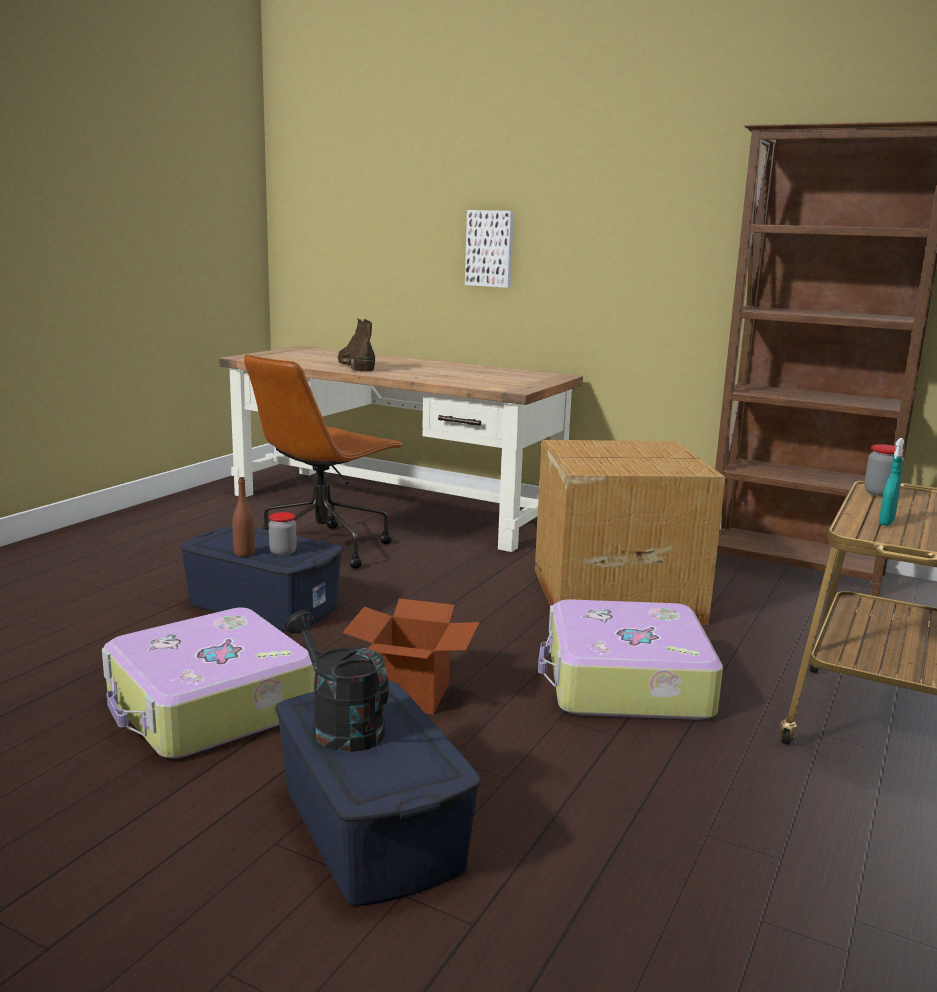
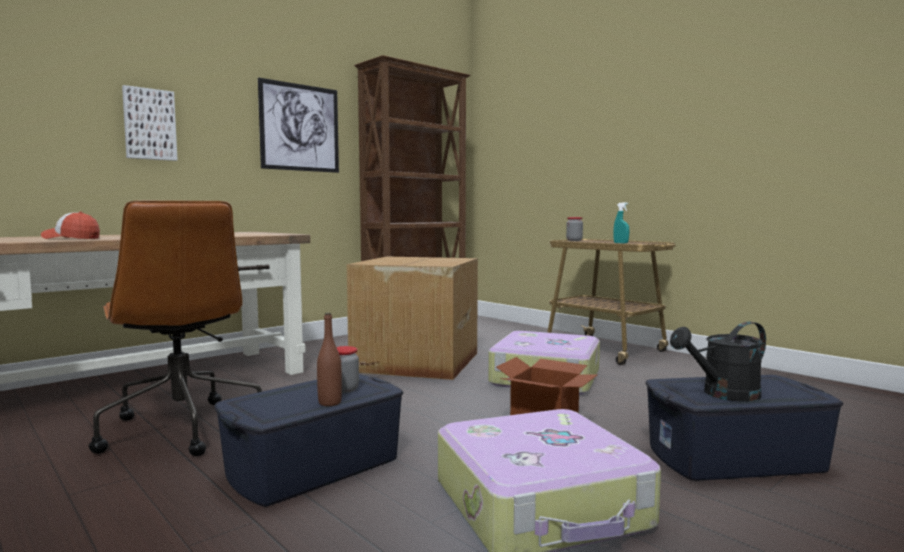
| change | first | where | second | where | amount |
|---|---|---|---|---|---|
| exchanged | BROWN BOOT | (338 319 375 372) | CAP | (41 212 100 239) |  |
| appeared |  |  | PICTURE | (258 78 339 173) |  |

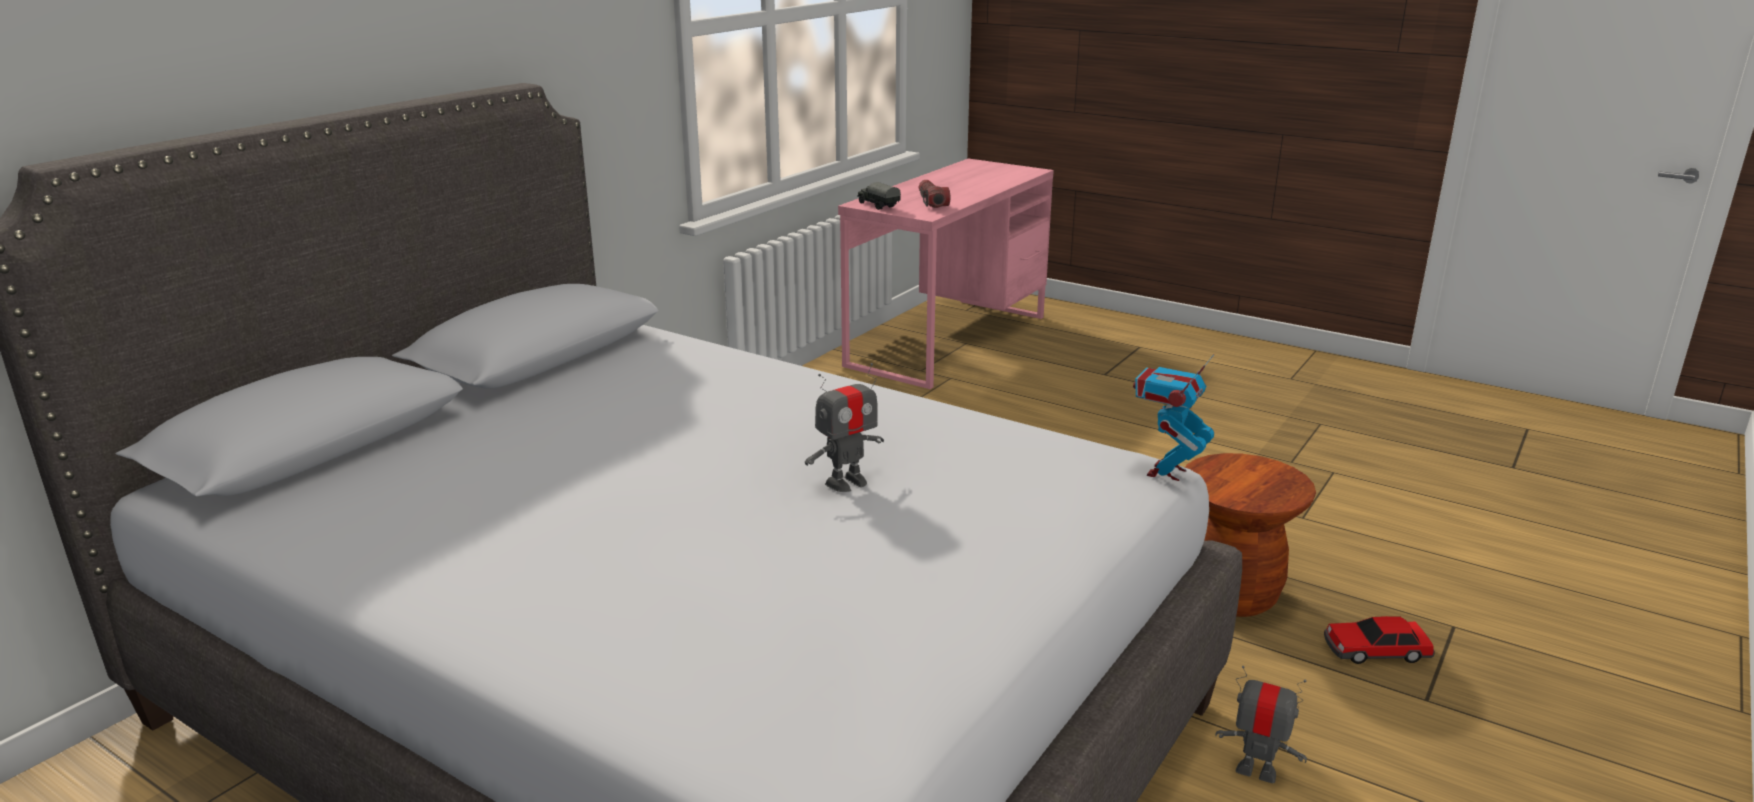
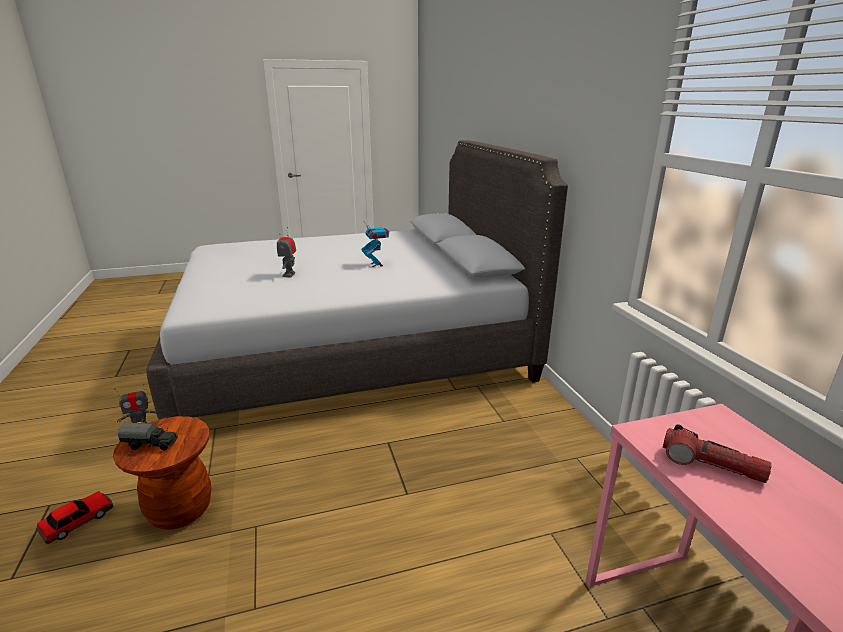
| change | first | where | second | where | amount |
|---|---|---|---|---|---|
| relocated | TOY TRUCK | (857 182 901 210) |  | (118 422 178 451) |  |
| relocated | TOY ROBOT | (1133 354 1214 481) |  | (361 222 389 267) |  |

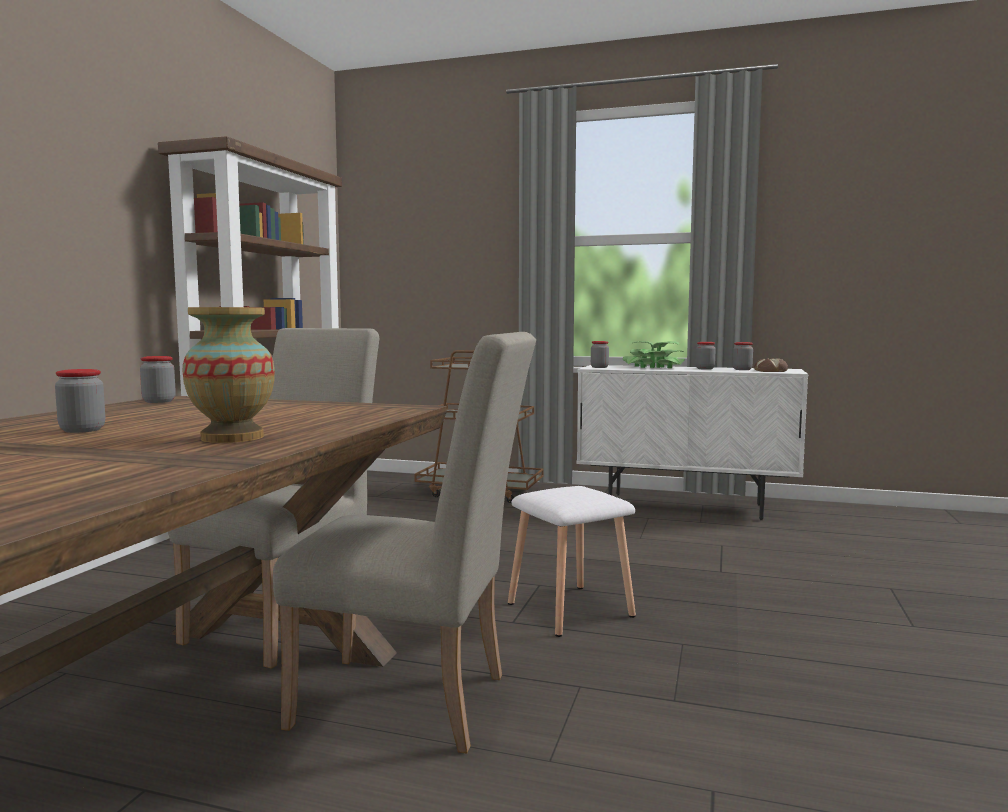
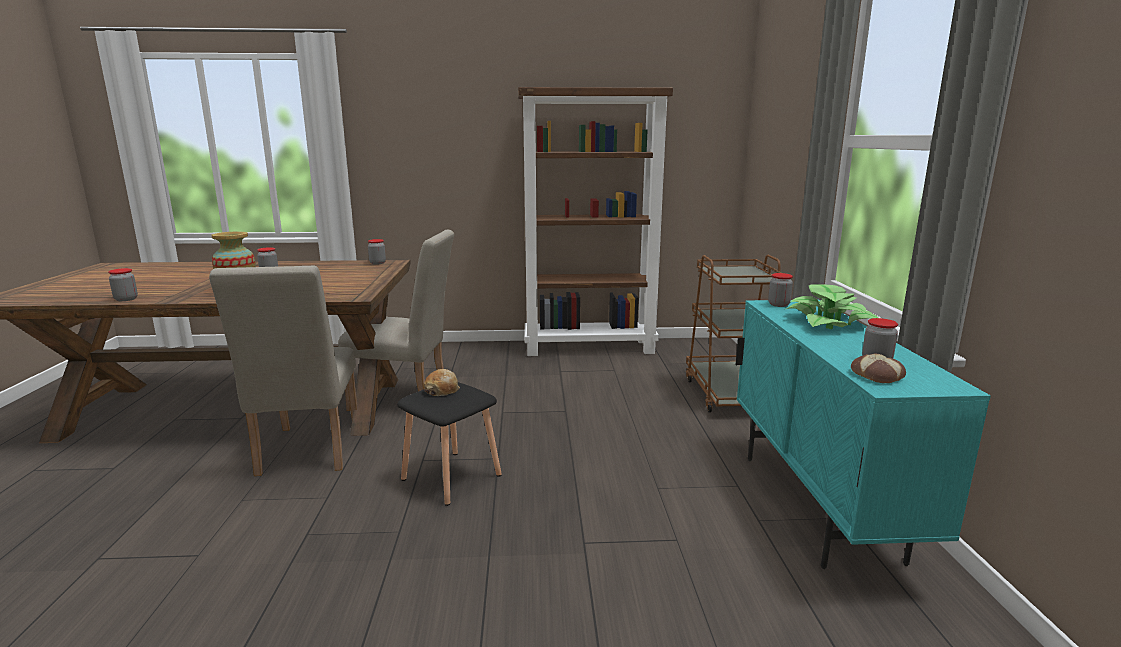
| change | first | where | second | where | amount |
|---|---|---|---|---|---|
| relocated | JAR | (696 342 716 370) |  | (108 268 138 301) |  |
| colour | WHITE CABINET | (576 365 808 520) | TURQUOISE CABINET | (736 300 991 569) |  |
| colour | WHITE STOOL | (508 486 636 637) | BLACK STOOL | (397 382 502 506) |  |
| appeared |  |  | BREAD | (424 369 460 396) |  |

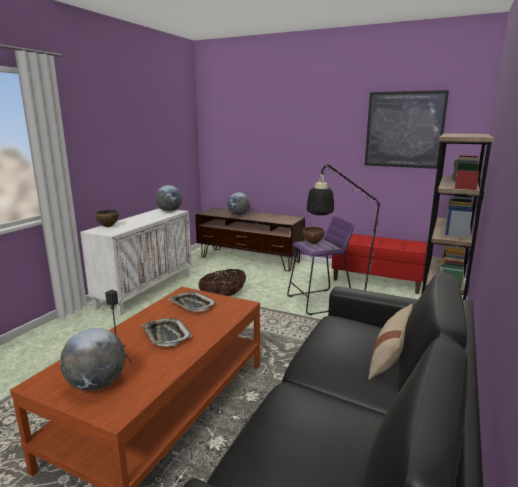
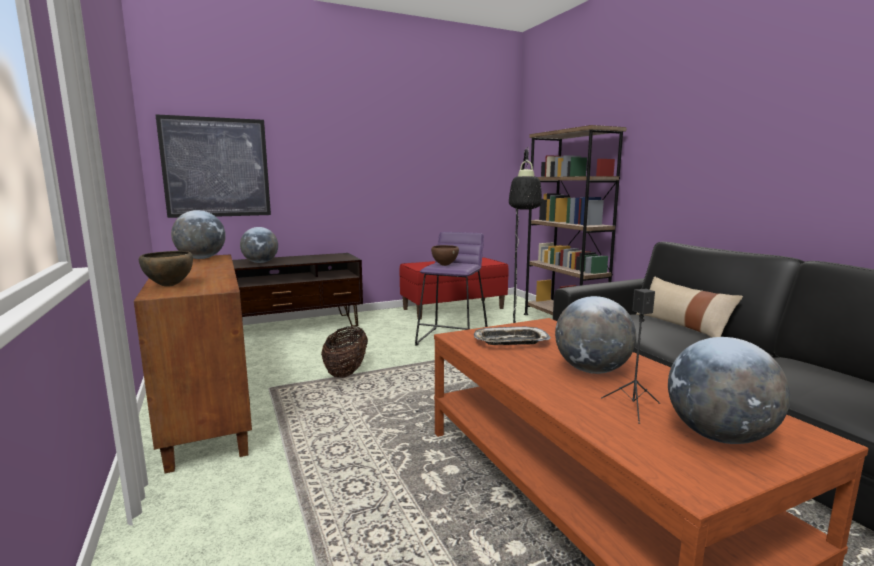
| change | first | where | second | where | amount |
|---|---|---|---|---|---|
| relocated | PICTURE | (365 90 449 169) |  | (155 114 271 218) |  |
| colour | WHITE CABINET | (80 208 192 316) | BROWN CABINET | (134 254 252 473) |  |
| exchanged | TRAY | (142 318 192 347) | GLOBE | (555 296 636 374) |  |

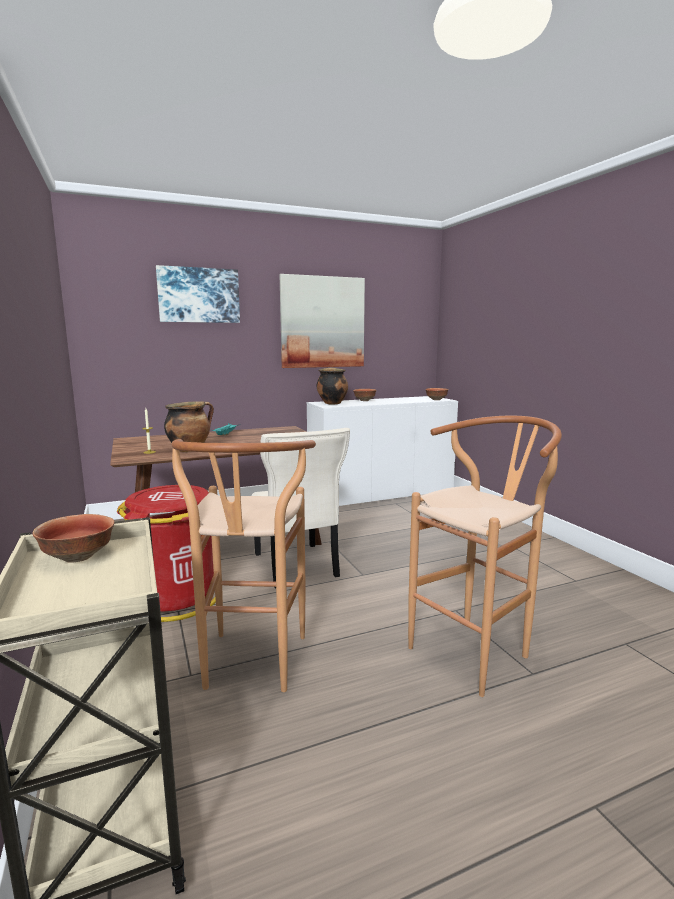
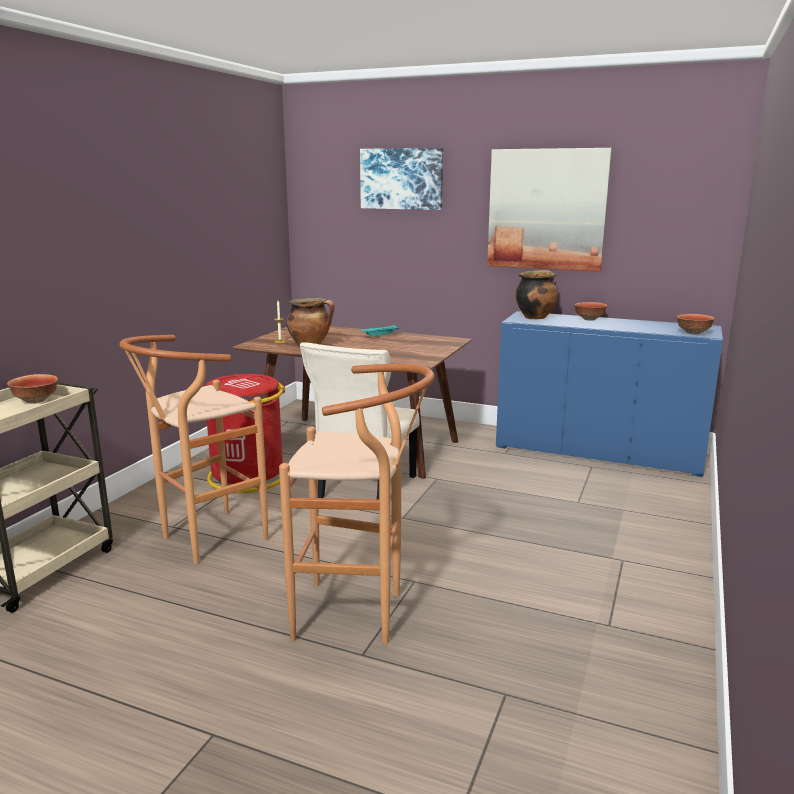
| change | first | where | second | where | amount |
|---|---|---|---|---|---|
| colour | WHITE CABINET | (307 396 458 506) | BLUE CABINET | (496 311 723 477) |  |

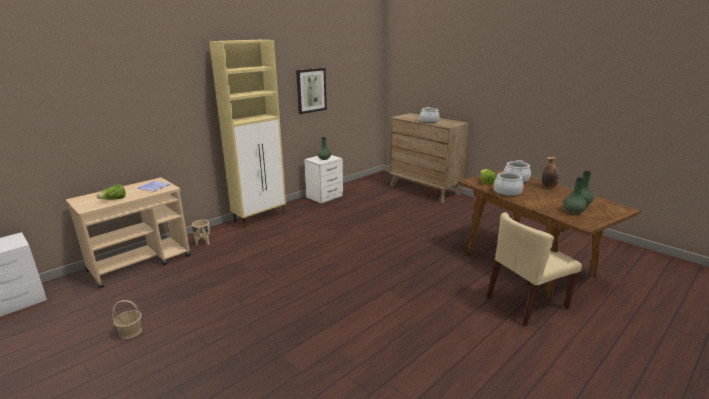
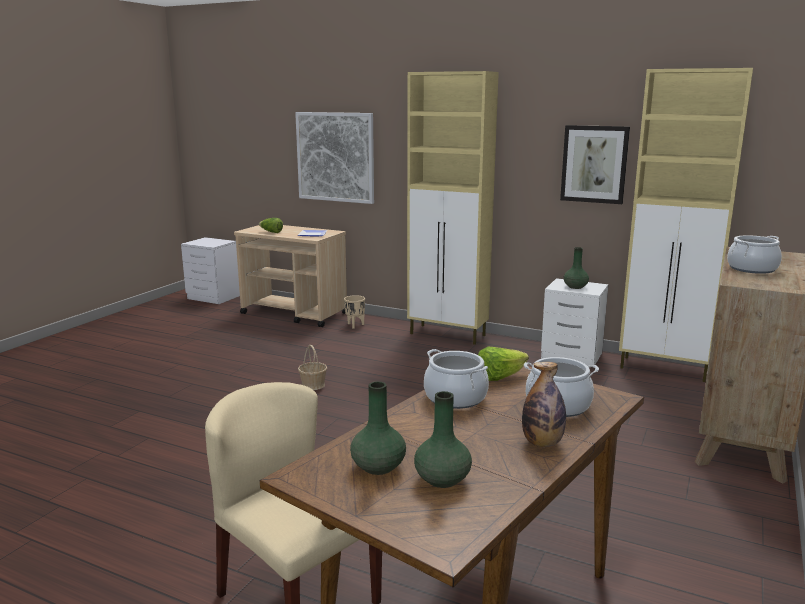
| change | first | where | second | where | amount |
|---|---|---|---|---|---|
| relocated | BASKET | (112 300 142 339) |  | (298 345 327 390) |  |
| appeared |  |  | BEIGE CABINET | (619 68 753 382) |  |
| appeared |  |  | PICTURE | (295 112 374 204) |  |

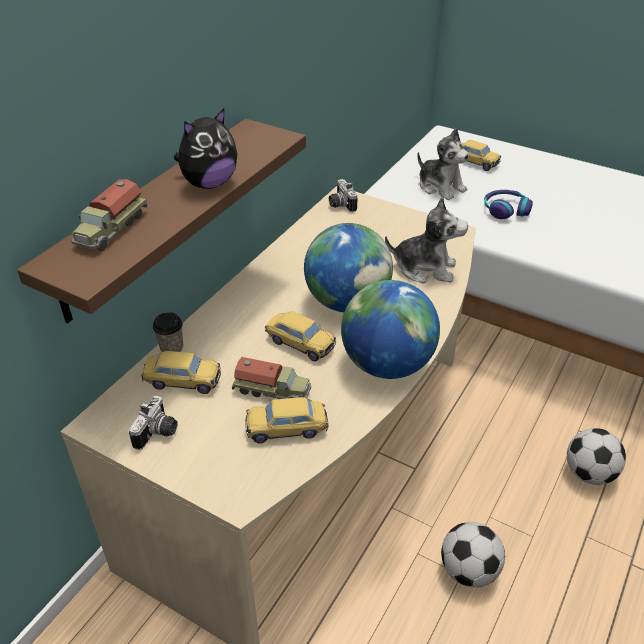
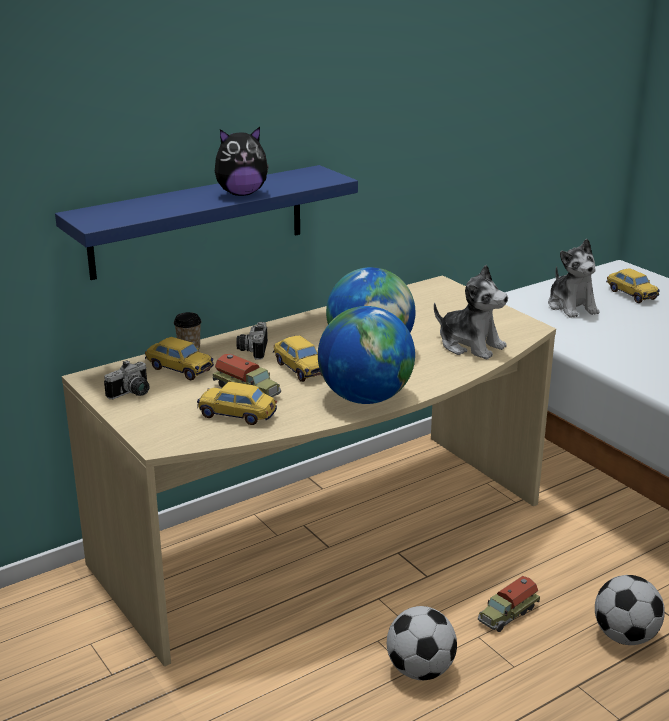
| change | first | where | second | where | amount |
|---|---|---|---|---|---|
| colour | BROWN SHELF | (17 119 306 323) | BLUE SHELF | (55 165 358 280) |  |
| relocated | TOY TRUCK | (71 179 147 251) |  | (478 576 540 632) |  |
| relocated | PHOTO CAMERA | (329 179 357 212) |  | (236 322 268 360) |  |
| missing | HEADPHONES | (484 190 533 219) |  |  |  |

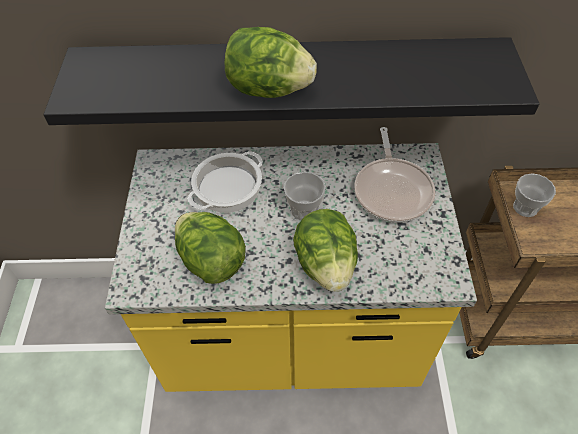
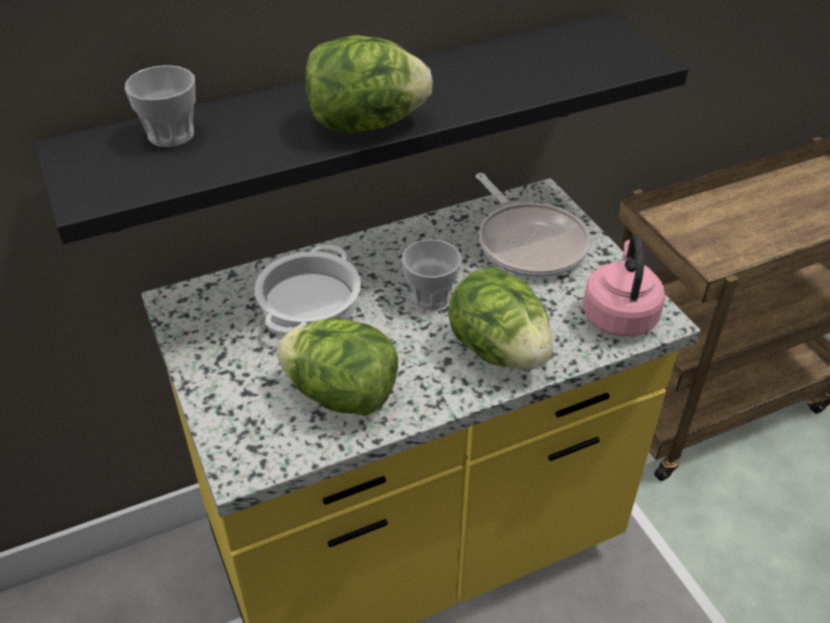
| change | first | where | second | where | amount |
|---|---|---|---|---|---|
| relocated | CUP | (513 173 556 217) |  | (125 65 195 147) |  |
| appeared |  |  | PINK KETTLE | (583 234 665 337) |  |

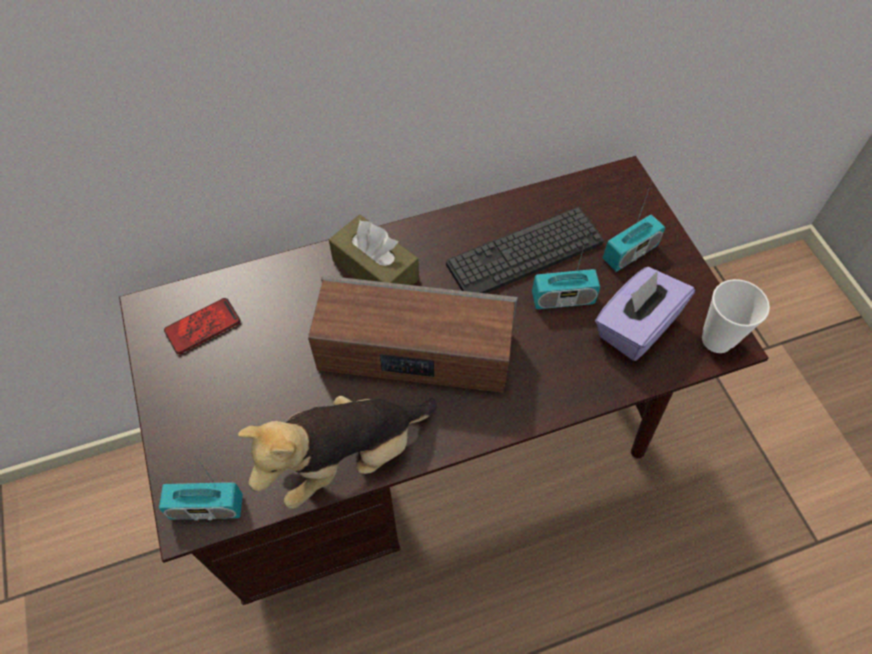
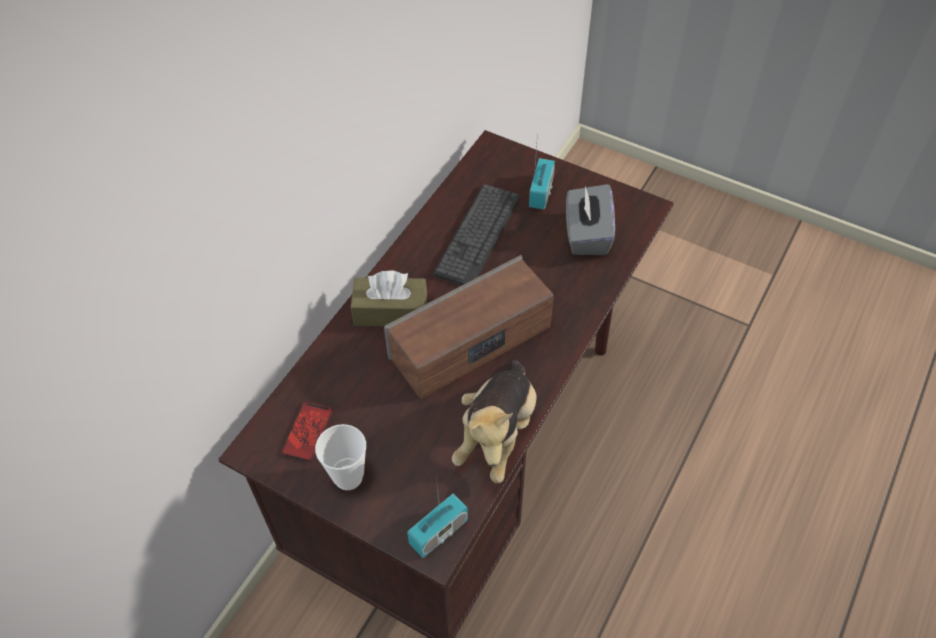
| change | first | where | second | where | amount |
|---|---|---|---|---|---|
| missing | RADIO | (532 232 600 309) |  |  |  |
| colour | PURPLE TISSUE BOX | (595 267 695 361) | GREY TISSUE BOX | (566 184 615 255) |  |
| relocated | CUP | (702 279 770 353) |  | (315 424 366 490) |  |

